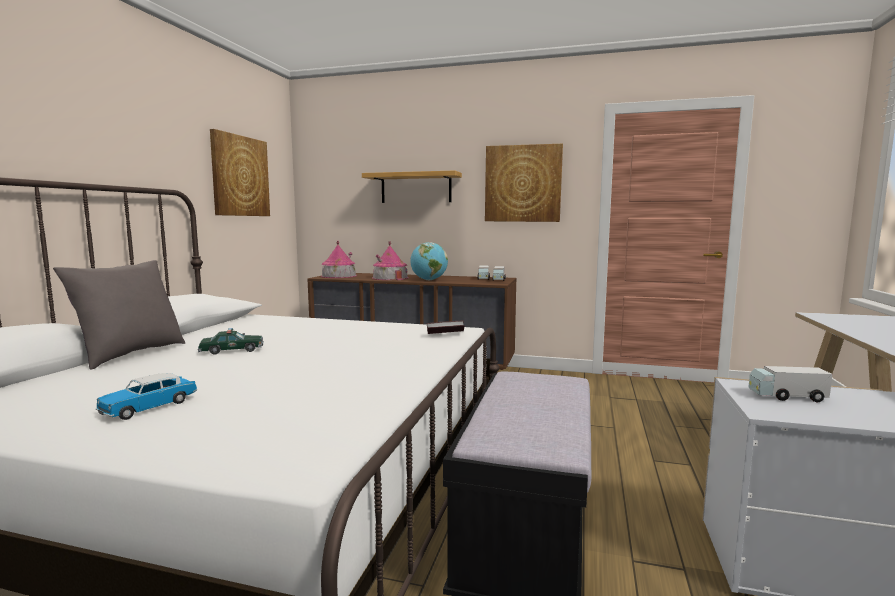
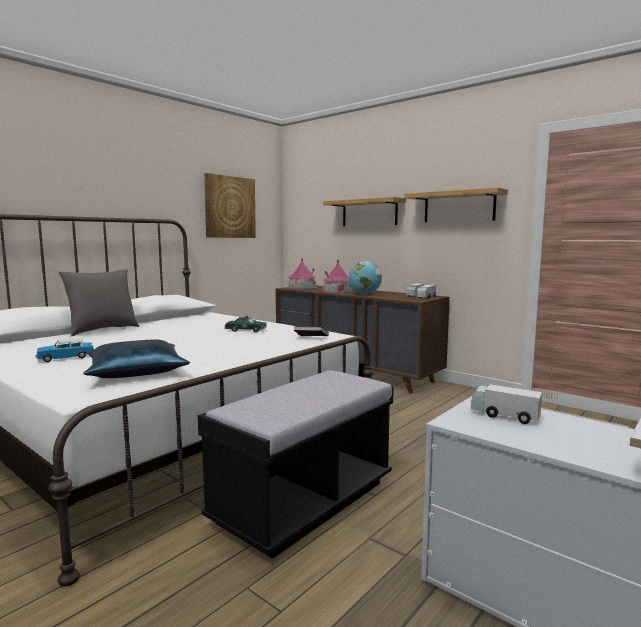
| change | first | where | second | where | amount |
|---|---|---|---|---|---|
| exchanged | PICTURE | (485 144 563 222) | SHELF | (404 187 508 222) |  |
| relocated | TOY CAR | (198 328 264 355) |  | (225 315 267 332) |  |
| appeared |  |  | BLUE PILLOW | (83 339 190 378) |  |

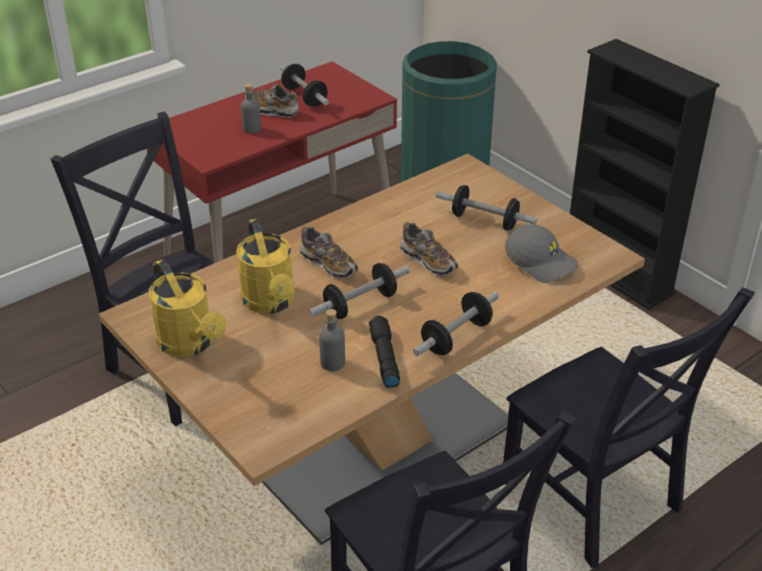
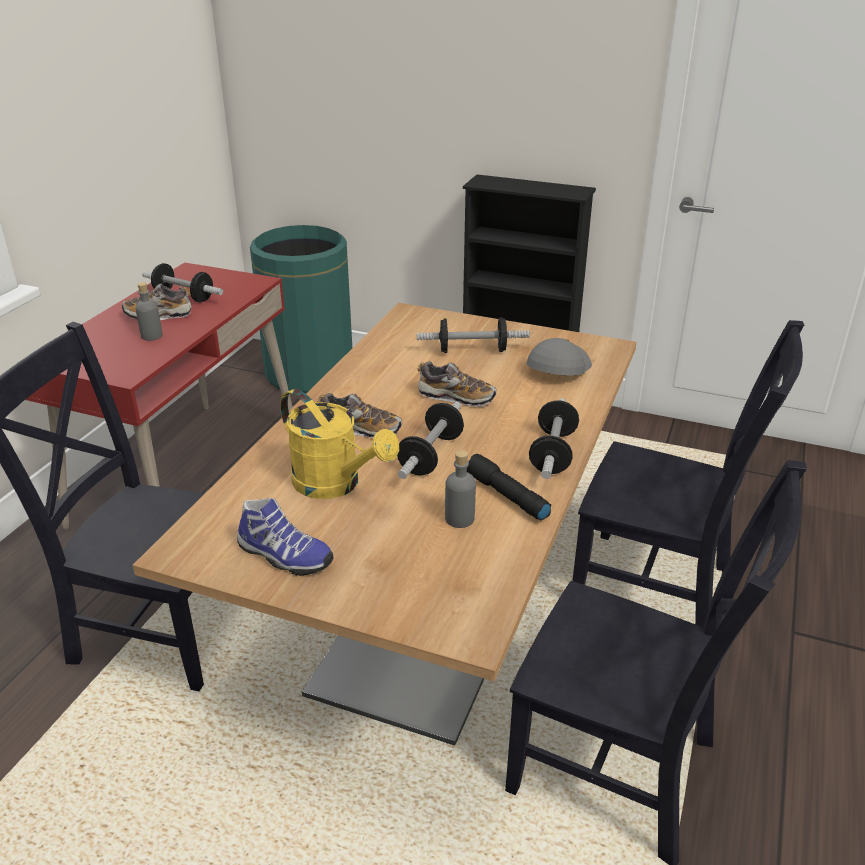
| change | first | where | second | where | amount |
|---|---|---|---|---|---|
| spun | GREY CAP | (505 224 578 283) |  | (527 338 592 376) | 75 degrees counterclockwise |
| exchanged | YELLOW WATERING CAN | (149 259 226 357) | SHOE | (237 498 333 576) |  |

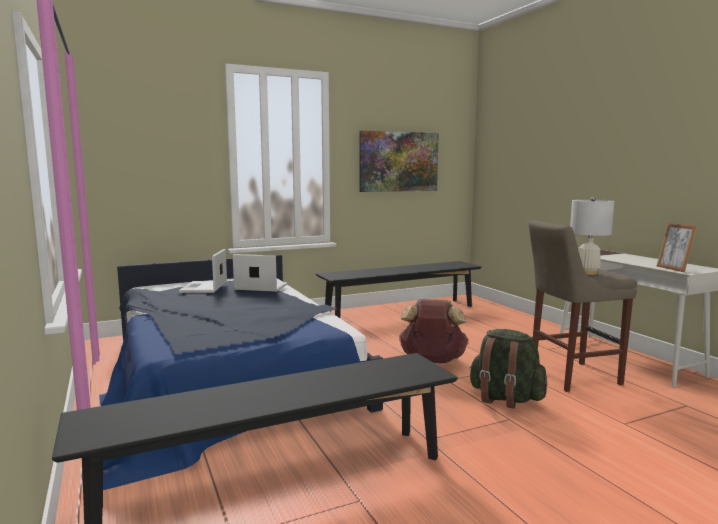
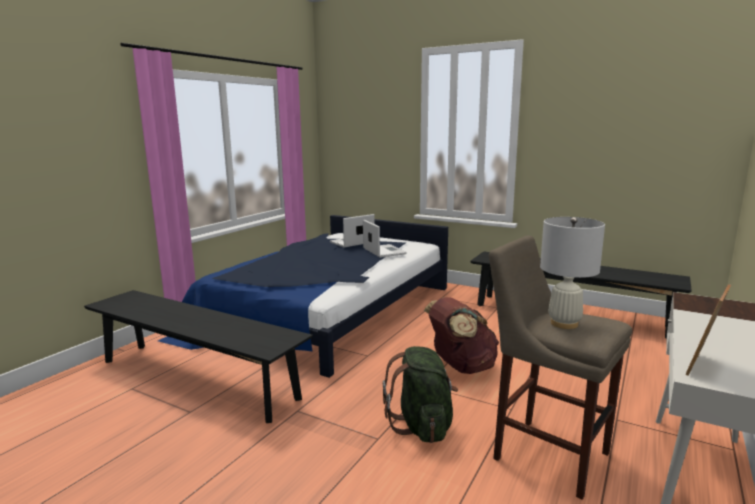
| change | first | where | second | where | amount |
|---|---|---|---|---|---|
| missing | PICTURE | (359 130 439 192) |  |  |  |

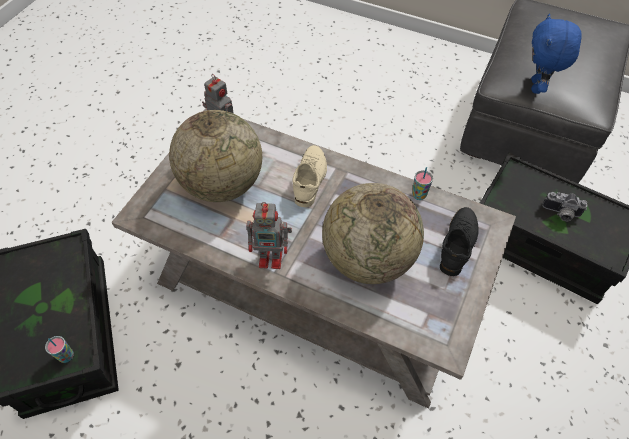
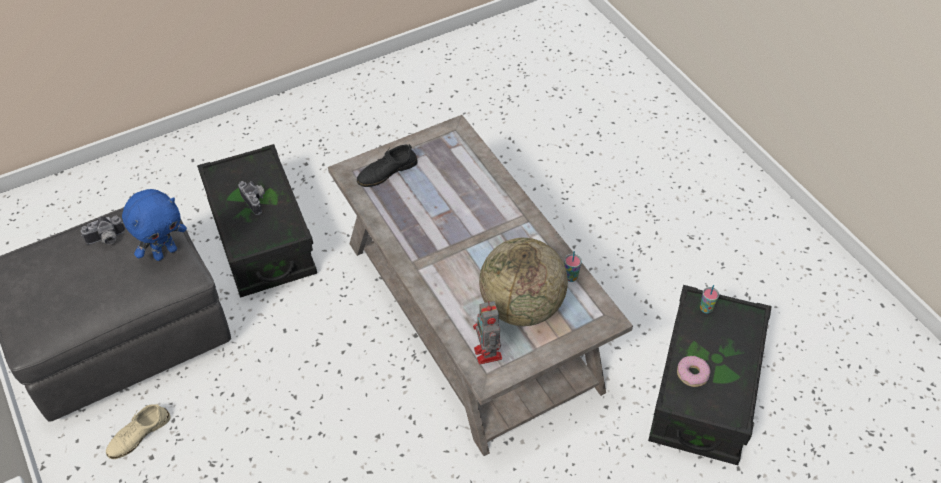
| change | first | where | second | where | amount |
|---|---|---|---|---|---|
| relocated | BEIGE SHOE | (293 145 327 207) |  | (106 404 170 459) |  |
| relocated | CUP | (412 167 433 200) |  | (564 251 582 282) |  |
| missing | GLOBE | (322 183 424 284) |  |  |  |
| missing | TOY ROBOT | (247 202 292 269) |  |  |  |
| appeared |  |  | PHOTO CAMERA | (81 216 125 245) |  |
| appeared |  |  | DONUT | (677 356 710 387) |  |

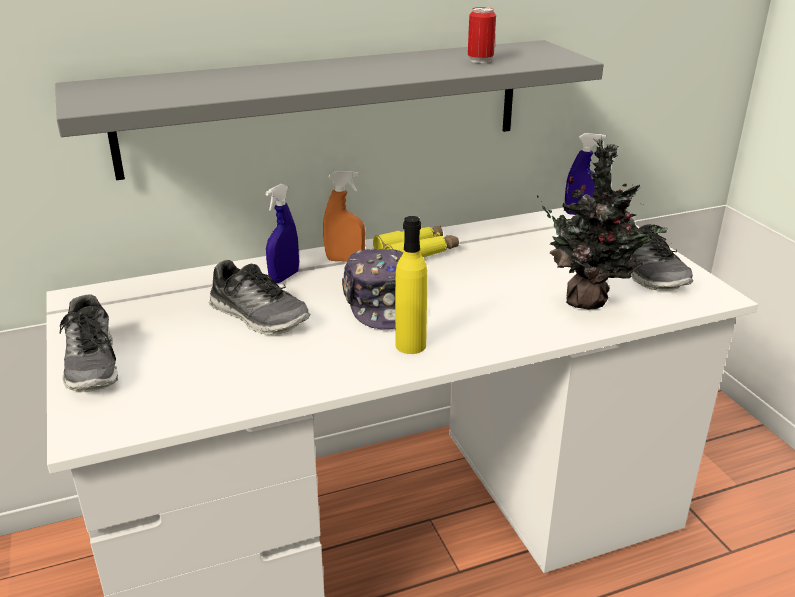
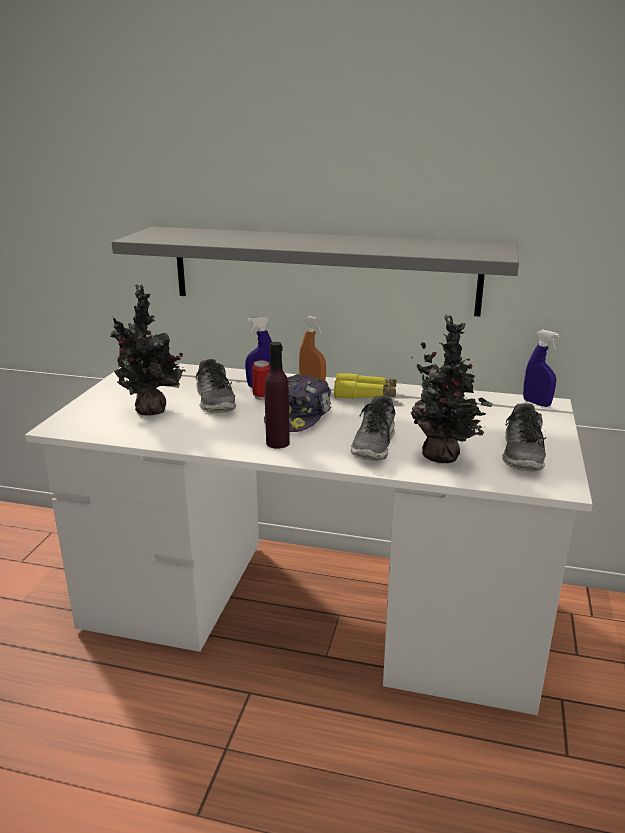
| change | first | where | second | where | amount |
|---|---|---|---|---|---|
| relocated | CAN | (468 7 496 63) |  | (252 360 270 400) |  |
| colour | YELLOW BOTTLE | (395 216 427 354) | PURPLE BOTTLE | (265 342 290 449) |  |
| relocated | SHOE | (60 295 118 392) |  | (351 396 395 461) |  |
| appeared |  |  | POTTED PLANT | (110 284 186 416) |  |

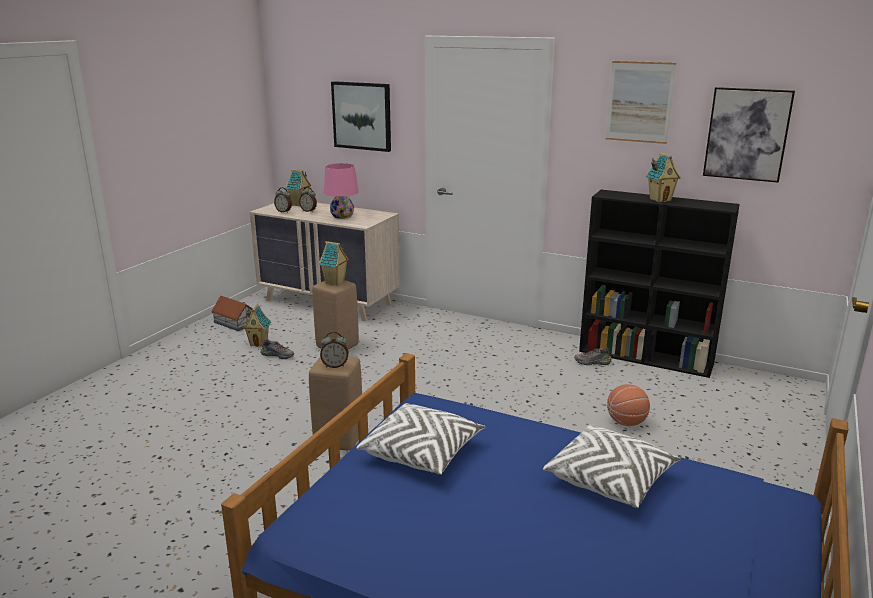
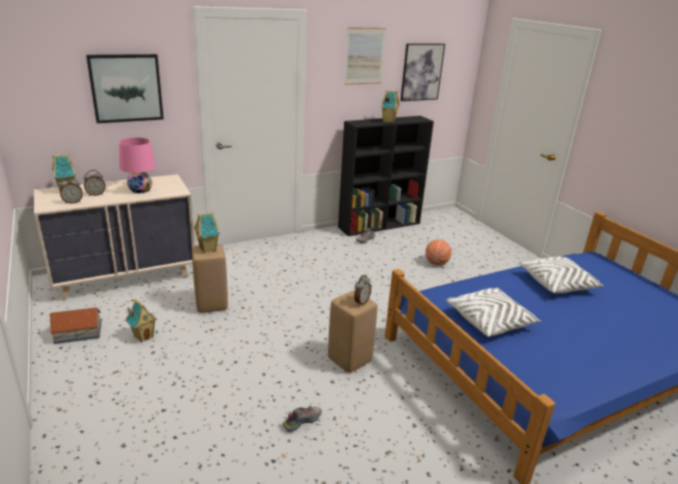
| change | first | where | second | where | amount |
|---|---|---|---|---|---|
| relocated | SHOE | (260 339 294 359) |  | (283 407 322 432) |  |

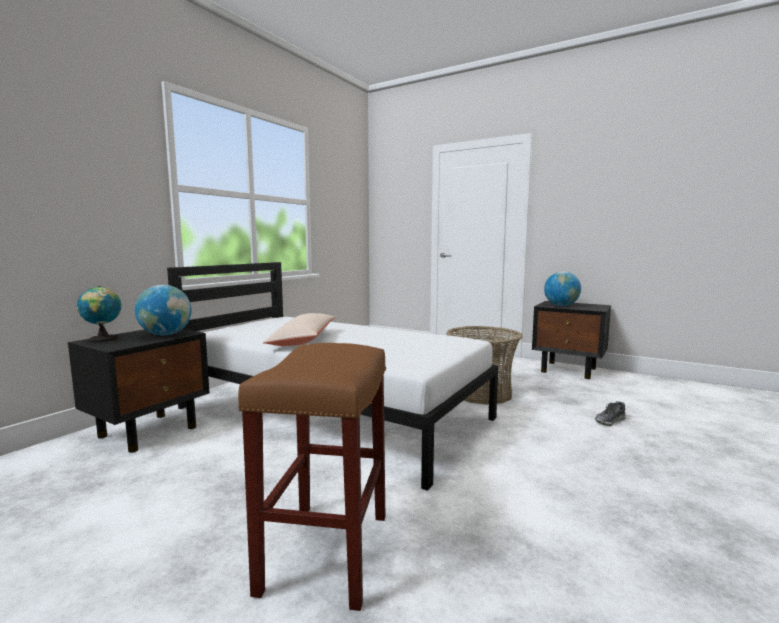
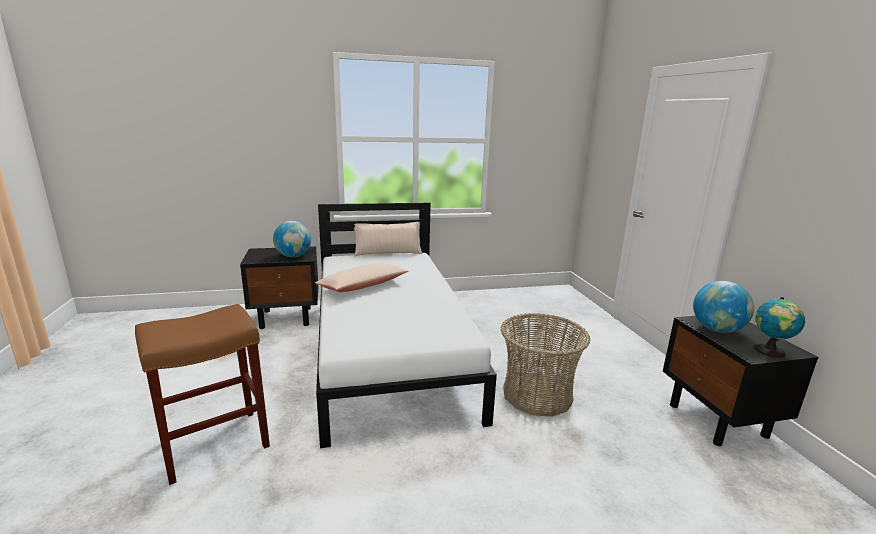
| change | first | where | second | where | amount |
|---|---|---|---|---|---|
| relocated | GLOBE | (77 286 121 342) |  | (754 297 805 358) |  |
| missing | SHOE | (595 401 626 426) |  |  |  |
| appeared |  |  | BEIGE PILLOW | (354 222 422 256) |  |

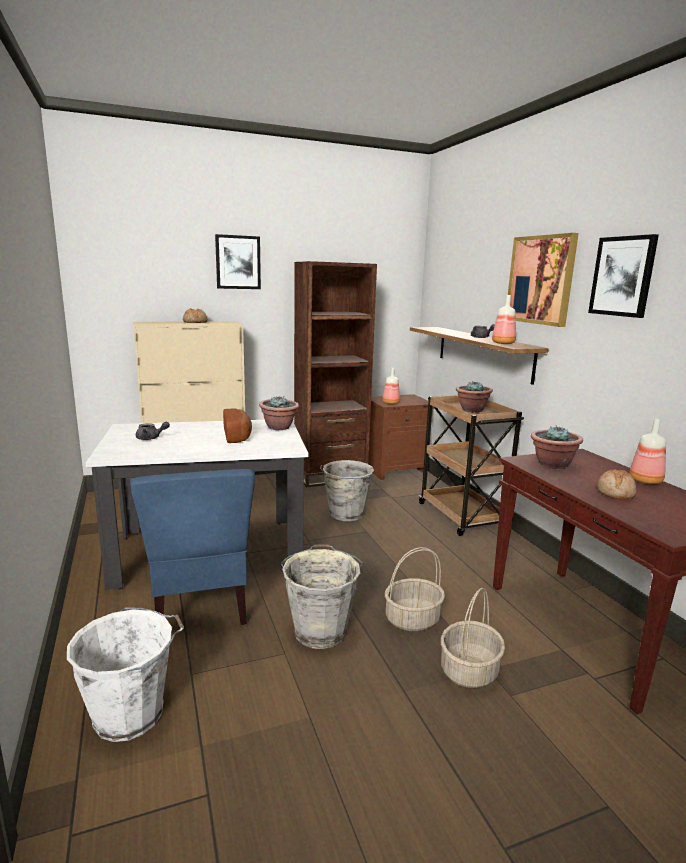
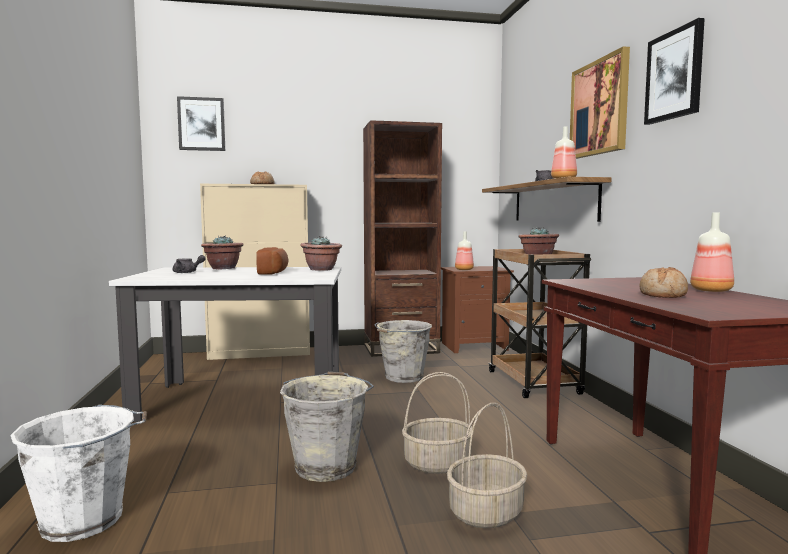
| change | first | where | second | where | amount |
|---|---|---|---|---|---|
| relocated | PICTURE | (215 234 261 289) |  | (177 96 225 151) |  |
| relocated | POTTED PLANT | (531 426 583 469) |  | (201 236 244 269) |  |
| missing | BLUE CHAIR | (130 469 255 625) |  |  |  |

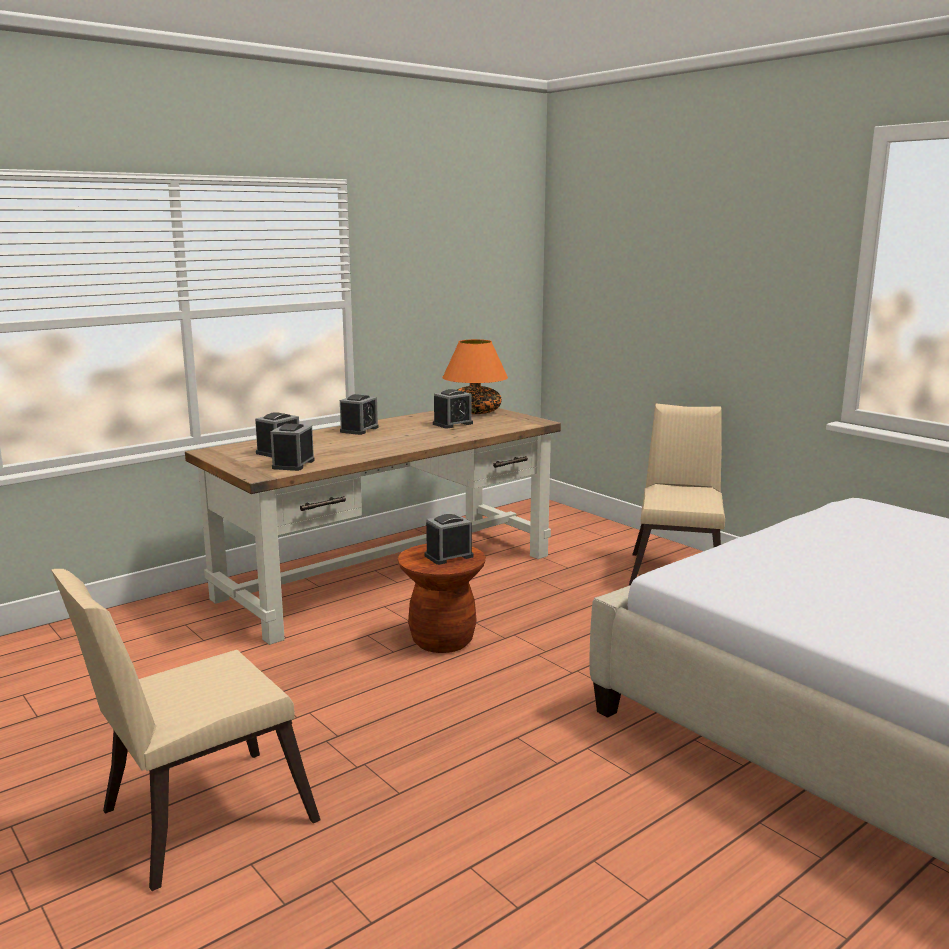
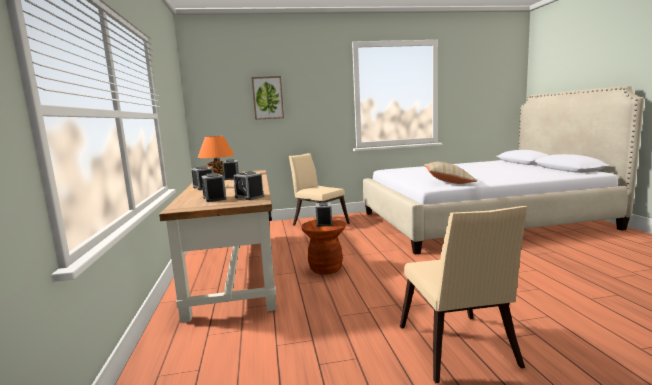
| change | first | where | second | where | amount |
|---|---|---|---|---|---|
| appeared |  |  | PICTURE | (252 76 284 120) |  |
| appeared |  |  | BEIGE PILLOW | (424 162 477 184) |  |

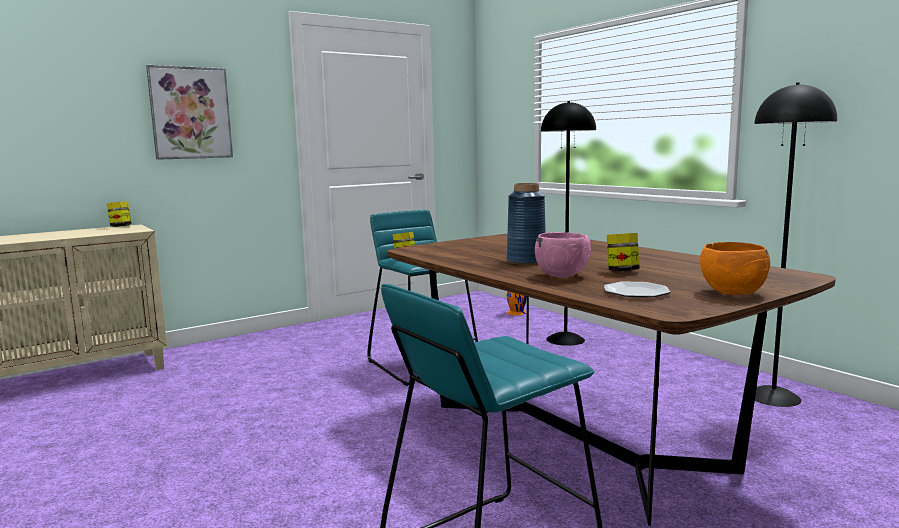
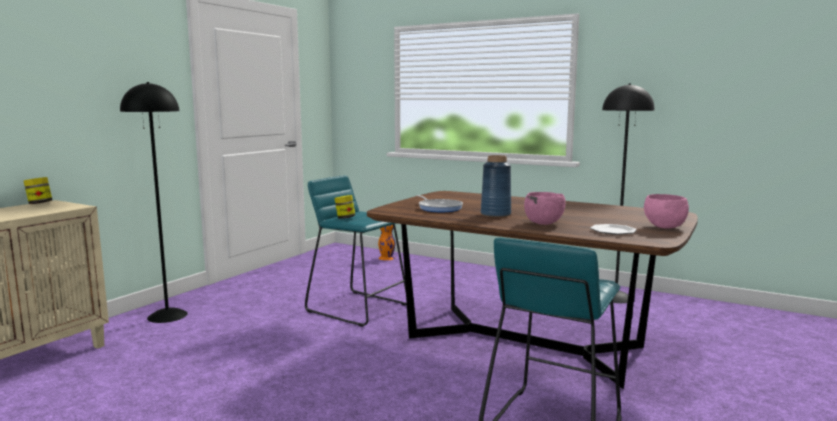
| change | first | where | second | where | amount |
|---|---|---|---|---|---|
| missing | PICTURE | (146 65 233 160) |  |  |  |
| relocated | BLACK FLOOR LAMP | (541 101 596 346) |  | (120 82 188 323) |  |
| missing | JAR | (607 233 640 271) |  |  |  |
| colour | ORANGE BOWL | (700 242 770 295) | PINK BOWL | (644 194 689 228) |  |
| appeared |  |  | FRYING PAN | (416 195 463 212) |  |

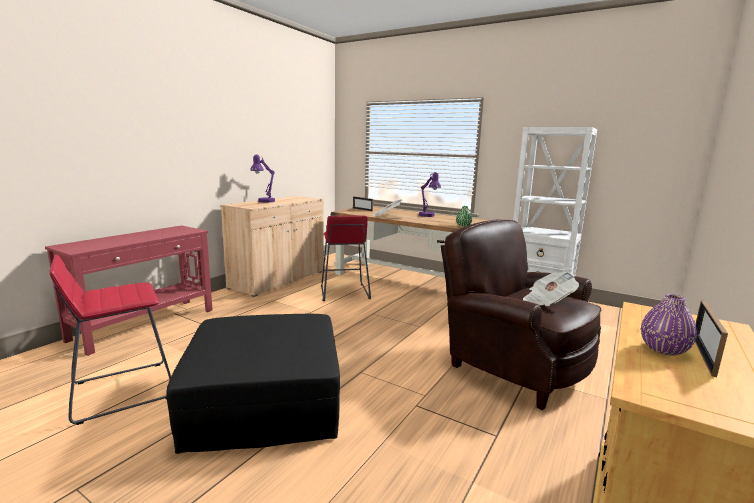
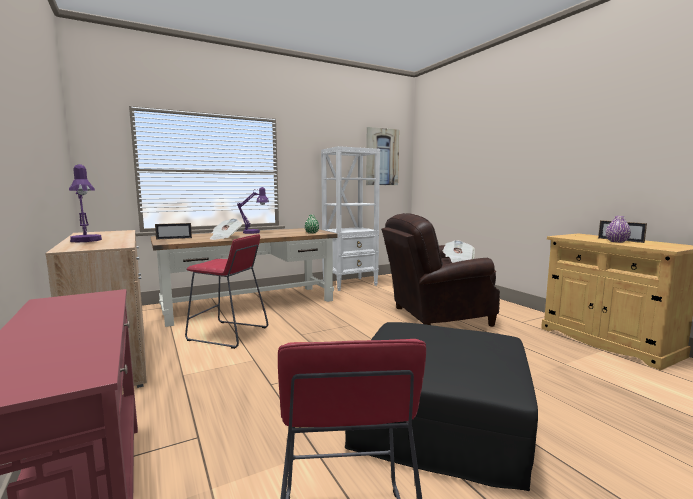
| change | first | where | second | where | amount |
|---|---|---|---|---|---|
| appeared |  |  | PICTURE | (366 127 399 185) |  |

